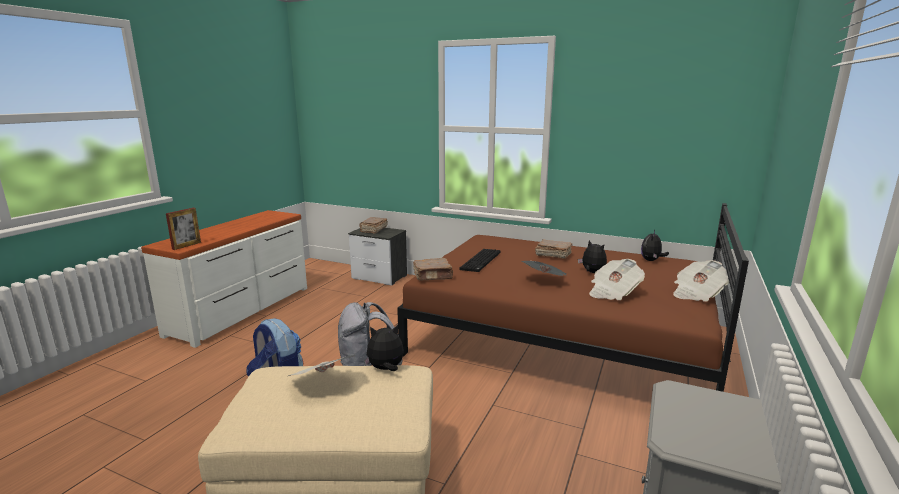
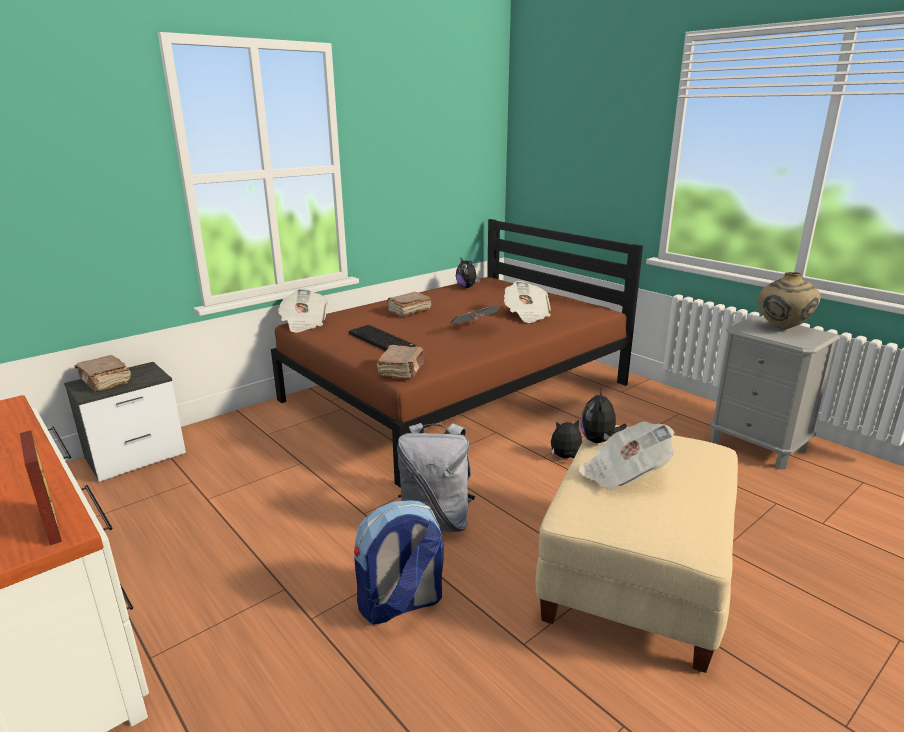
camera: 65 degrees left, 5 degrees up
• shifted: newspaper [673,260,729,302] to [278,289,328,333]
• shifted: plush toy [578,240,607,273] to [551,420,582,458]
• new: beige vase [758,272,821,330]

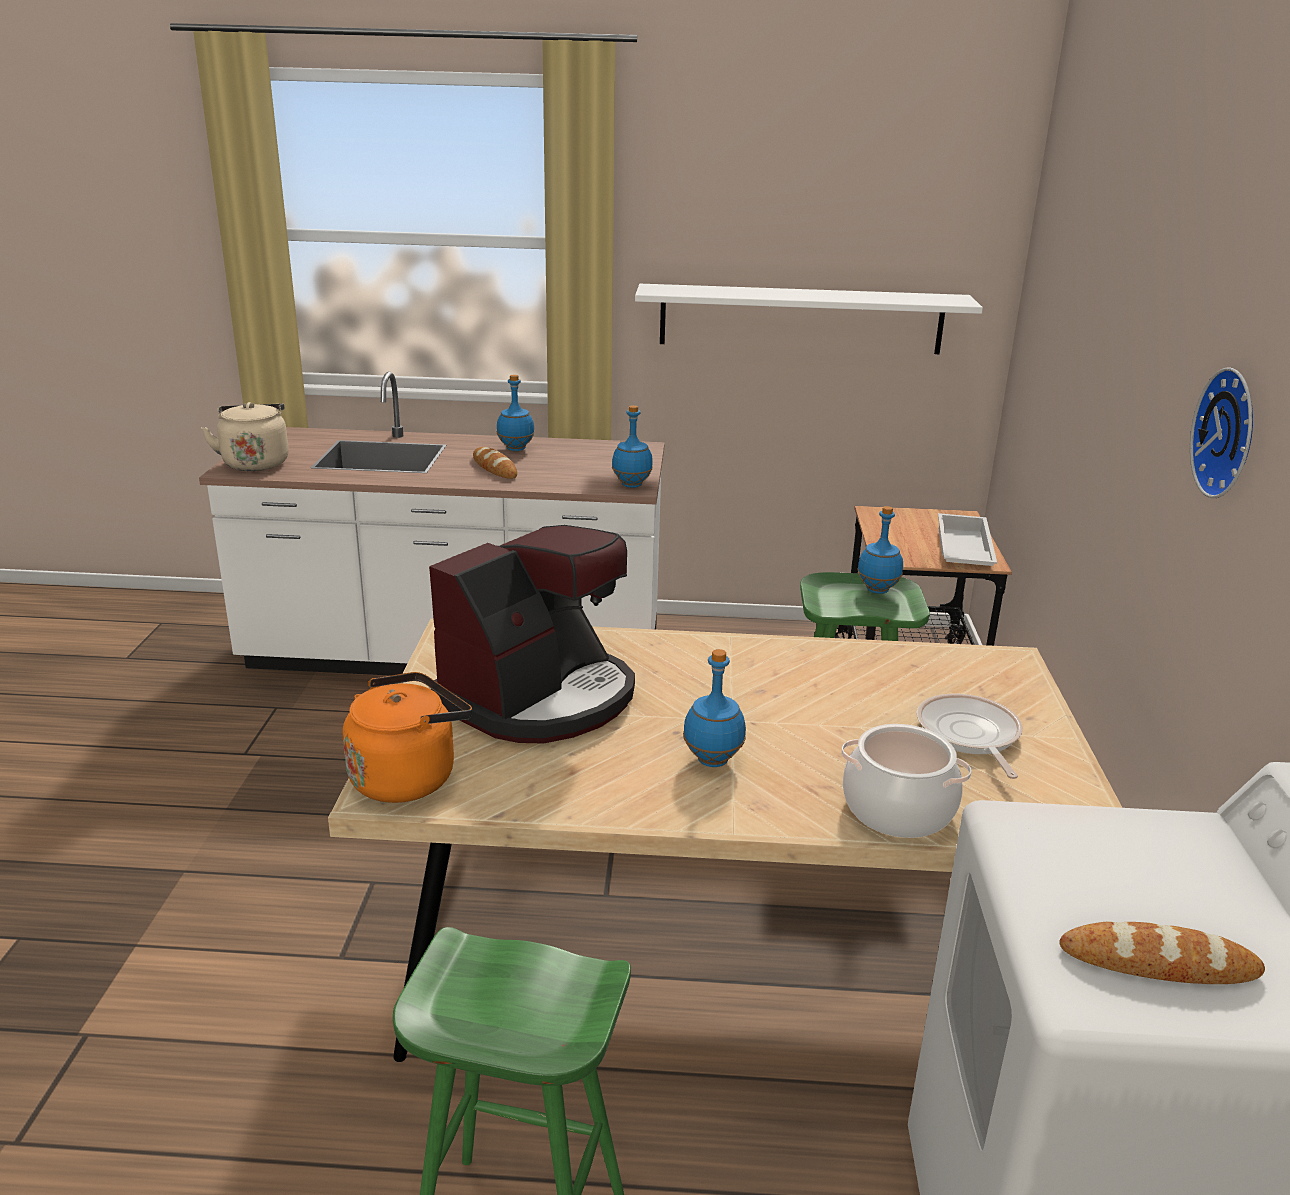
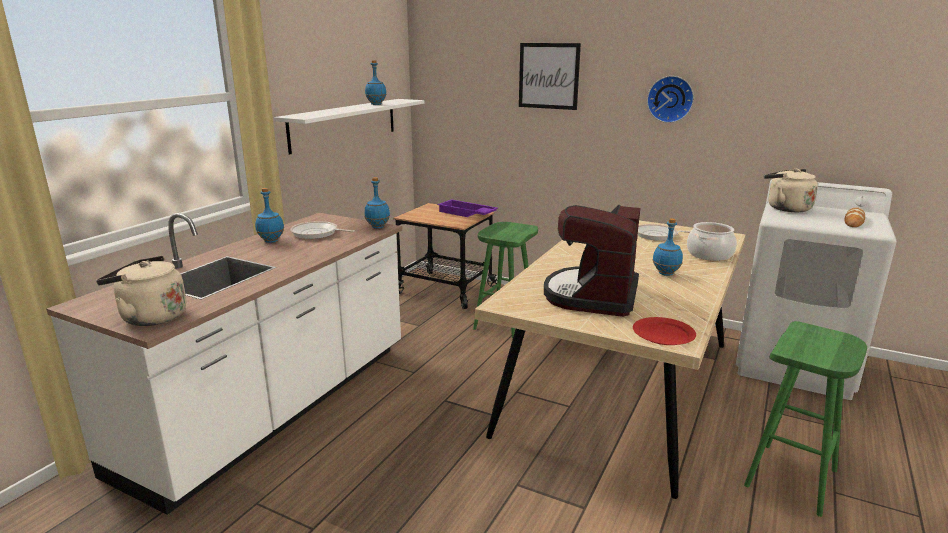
camera: 65 degrees left, 5 degrees down
• new: frying pan [290,221,355,239]
• shifted: blue bottle [857,506,903,594] to [365,60,387,105]
• repainted: white tray [938,513,997,566] to purple tray [437,199,498,217]
• new: picture [519,43,581,110]
• rotated: coffee machine [429,525,635,744] = [544,205,640,317] 135 degrees counterclockwise
• swapped: orange kettle [343,672,472,803] to red plate [633,317,696,345]
• new: beige kettle [764,169,818,212]
• gone: bread [473,447,517,479]

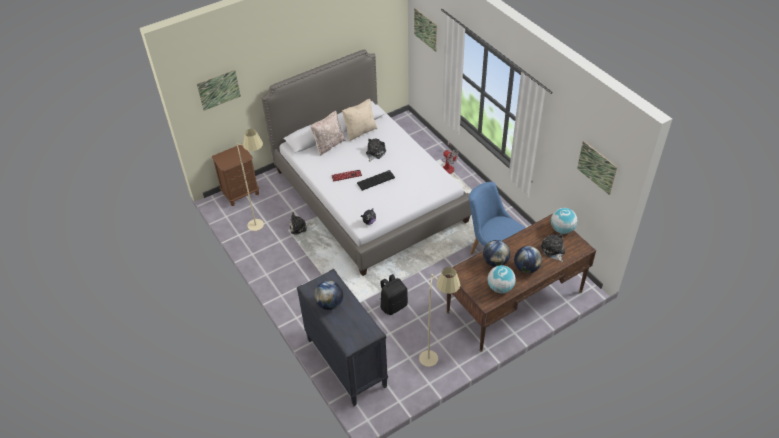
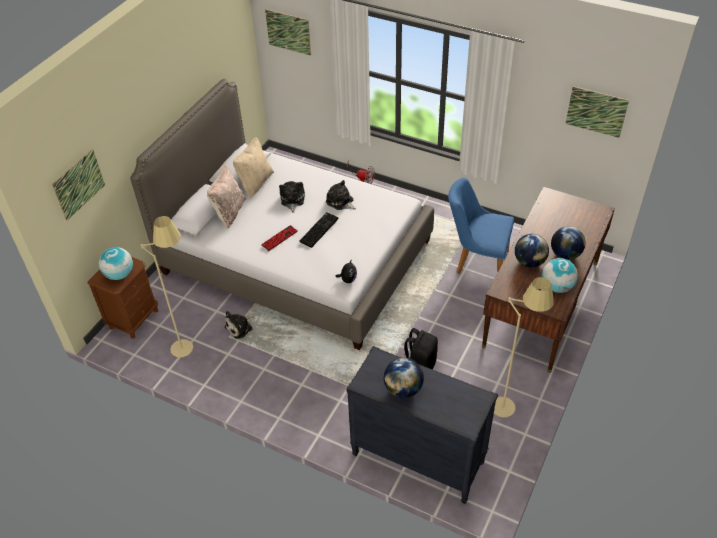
camera: 30 degrees left, 0 degrees up
• shifted: globe [551,208,578,234] to [99,247,133,280]
• shifted: plush toy [541,234,565,262] to [326,180,356,210]

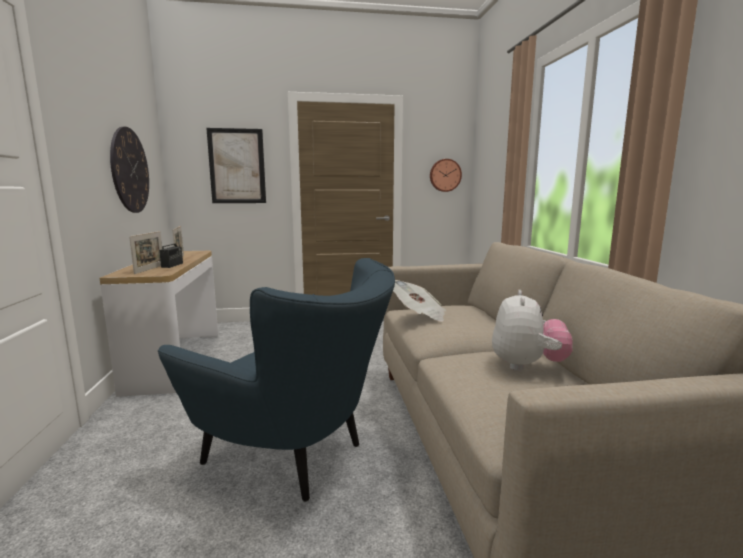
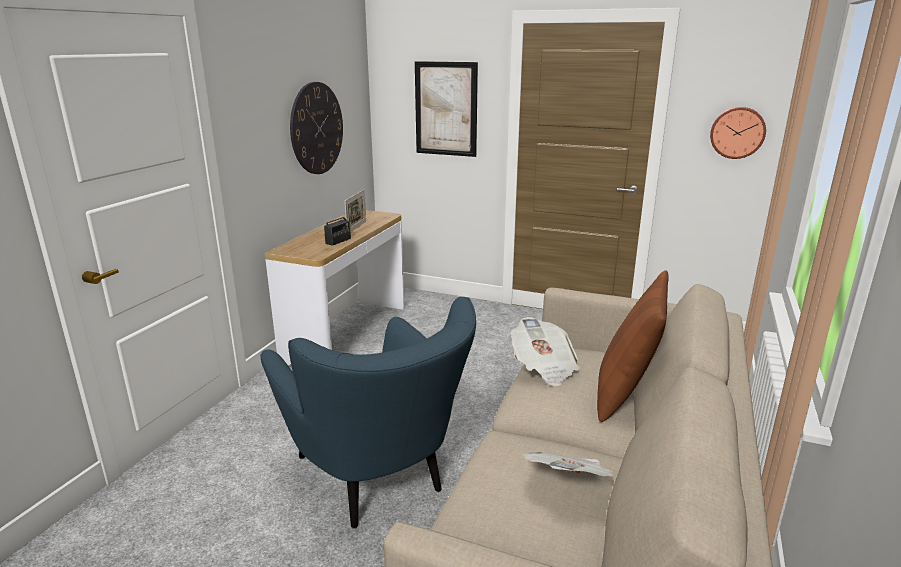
camera: 30 degrees right, 10 degrees up
• swapped: plush toy [492,290,573,371] to newspaper [522,452,616,477]
• new: brown pillow [597,270,668,422]
• gone: picture frame [129,231,162,274]

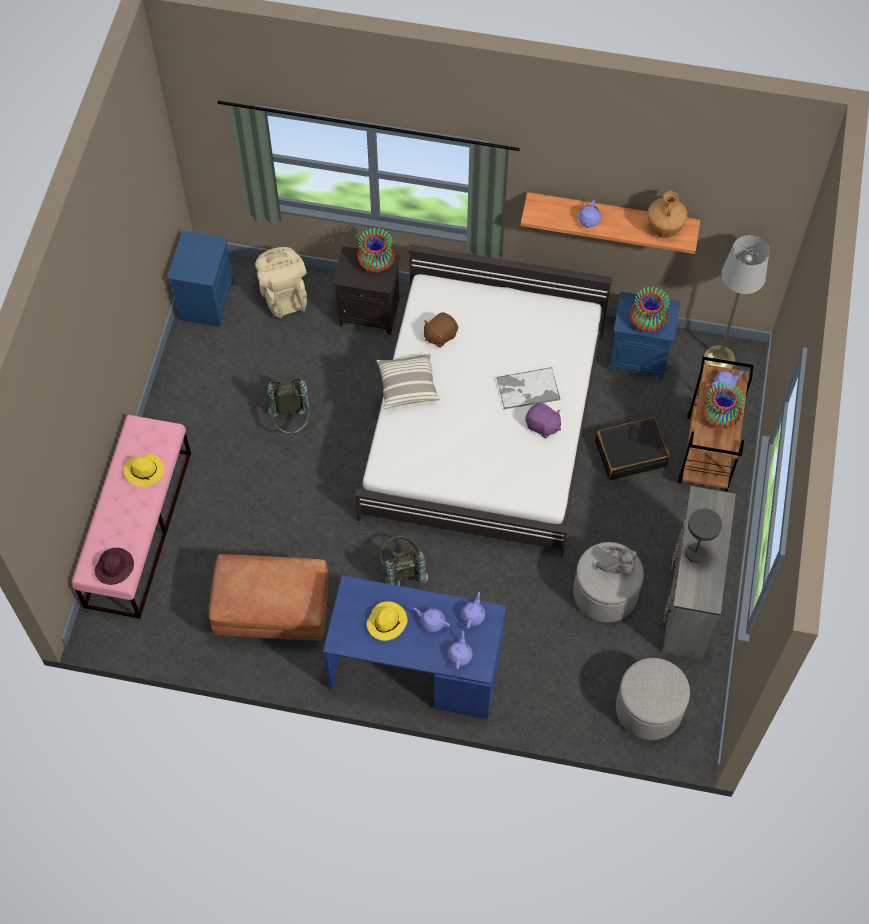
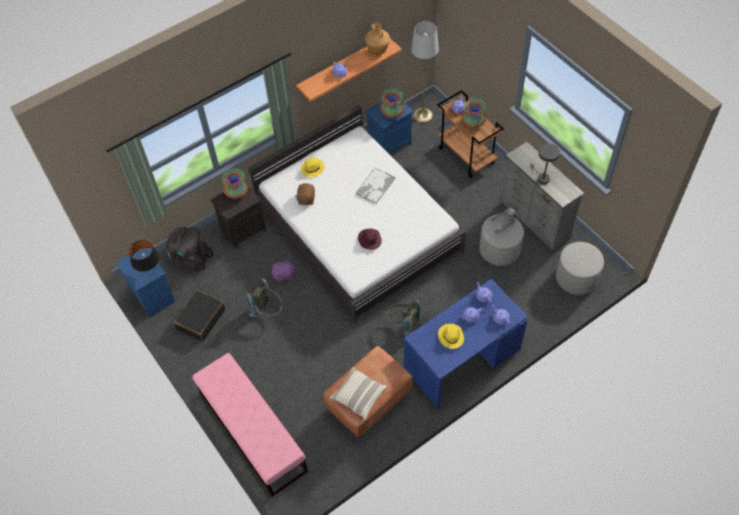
camera: 45 degrees left, 5 degrees down
• new: black table lamp [129,240,159,272]
• repainted: beige backpack [255,247,307,319] to black backpack [166,227,213,272]
• shifted: black suitcase [595,417,670,480] to [174,290,225,341]
• shifted: purple plush toy [525,402,561,438] to [272,260,296,282]
• shifted: yellow hat [124,454,164,487] to [300,158,324,177]
• shifted: pillow [377,353,440,409] to [330,367,387,420]
• shifted: purple hat [94,548,134,585] to [358,229,382,250]

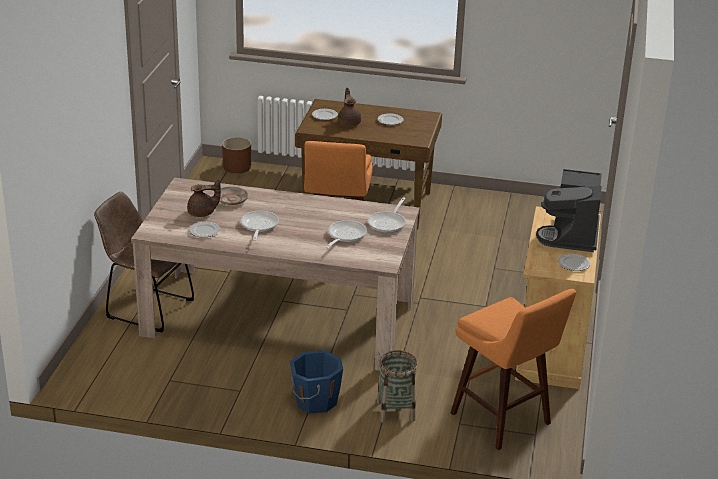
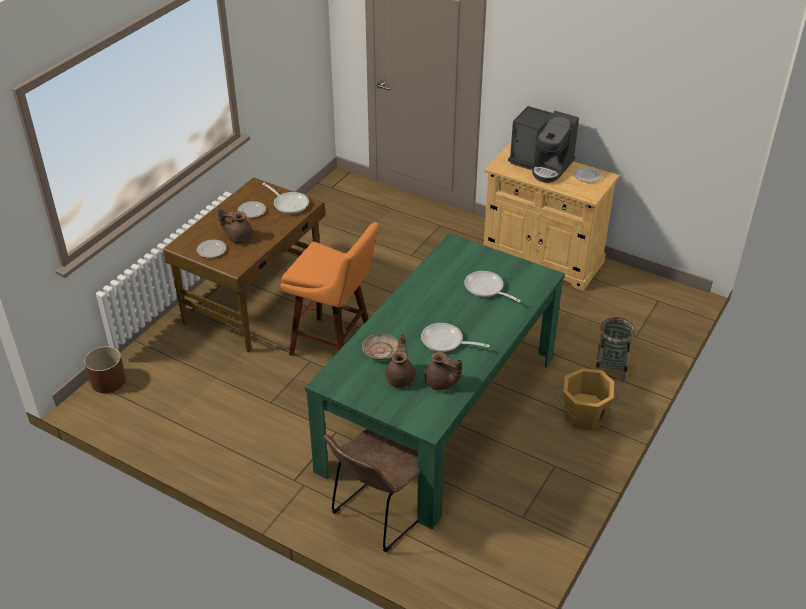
camera: 70 degrees left, 10 degrees up
• shifted: frying pan [368,197,406,233] to [262,183,309,214]
• repainted: beige dining table [131,177,420,371] to green dining table [305,233,565,530]
• swapped: plate [189,222,220,237] to brown teapot [425,352,462,390]
• repainted: blue bucket [290,350,343,413] to orange bucket [557,368,619,431]
• gone: orange stool [451,289,576,450]

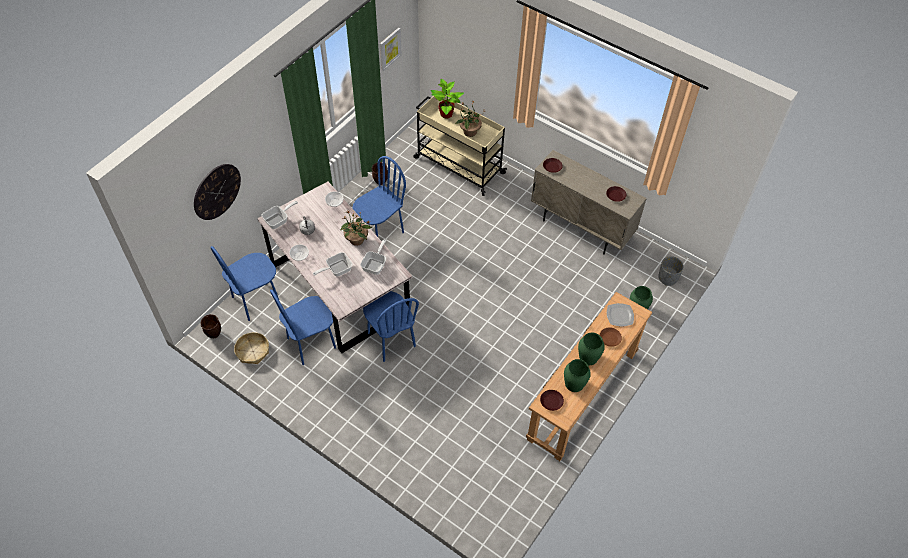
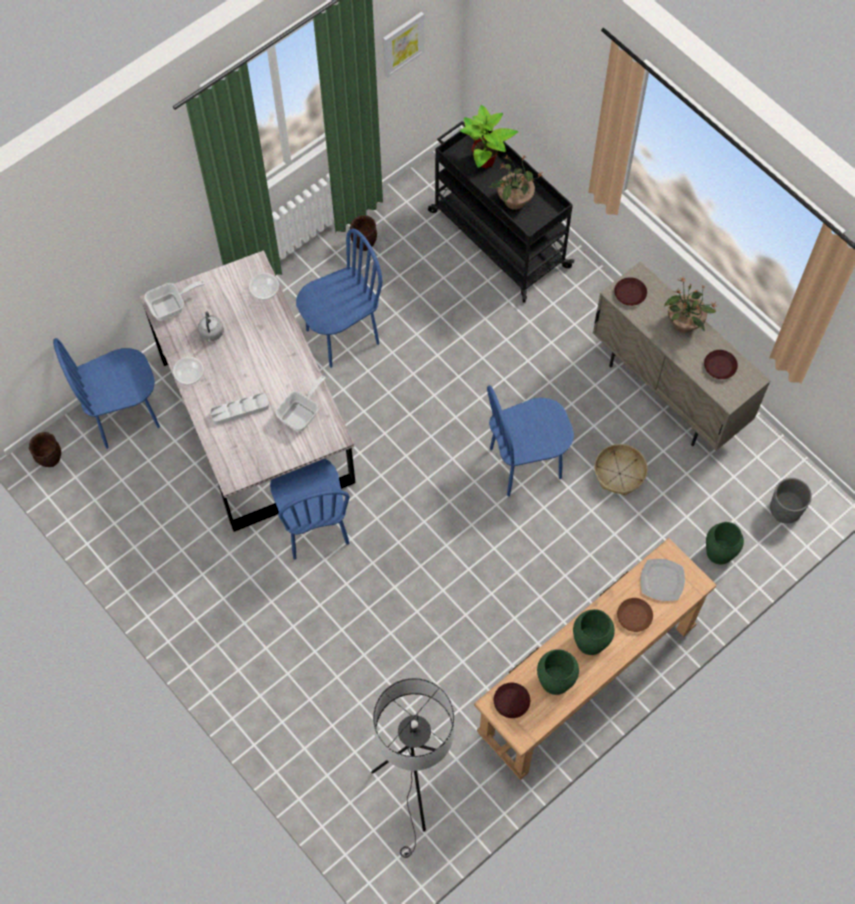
camera: 15 degrees right, 10 degrees up
• swapped: frying pan [313,252,352,276] to grey tray [210,393,269,425]
• new: grey floor lamp [371,678,455,858]
• repainted: beige cart [413,96,507,196] to black cart [428,121,574,303]
• shifted: blue chair [270,289,336,365] to [487,385,574,497]
• shifted: basket [234,332,269,364] to [595,444,648,496]
• shifted: potted plant [341,211,372,246] to [664,277,716,333]
• gone: wall clock [194,164,241,220]

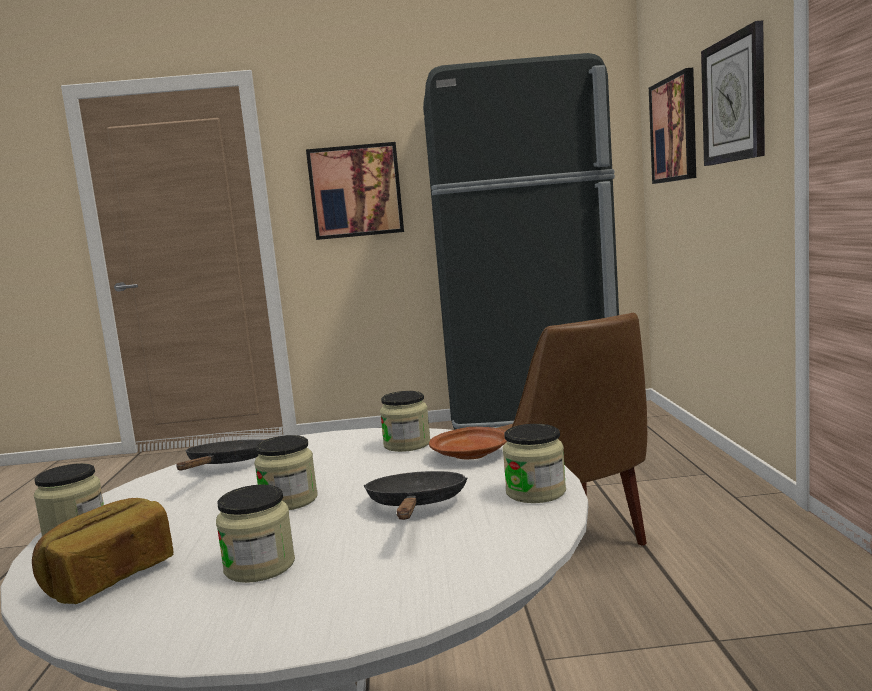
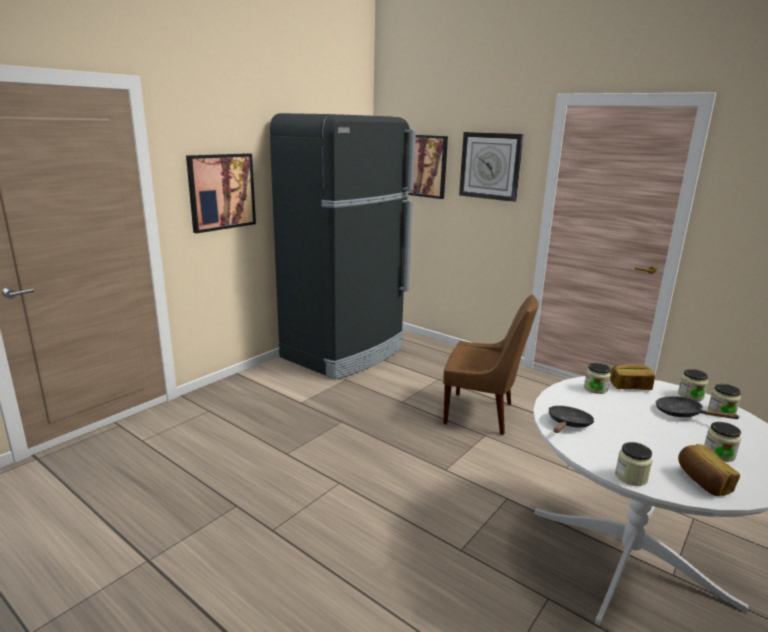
camera: 50 degrees left, 10 degrees up
• rotated: black frying pan [176,439,264,470] = [549,406,594,433] 75 degrees clockwise
• swapped: brown plate [429,427,507,459] to bread [610,364,655,390]
• shifted: jar [254,435,317,510] to [708,384,741,414]

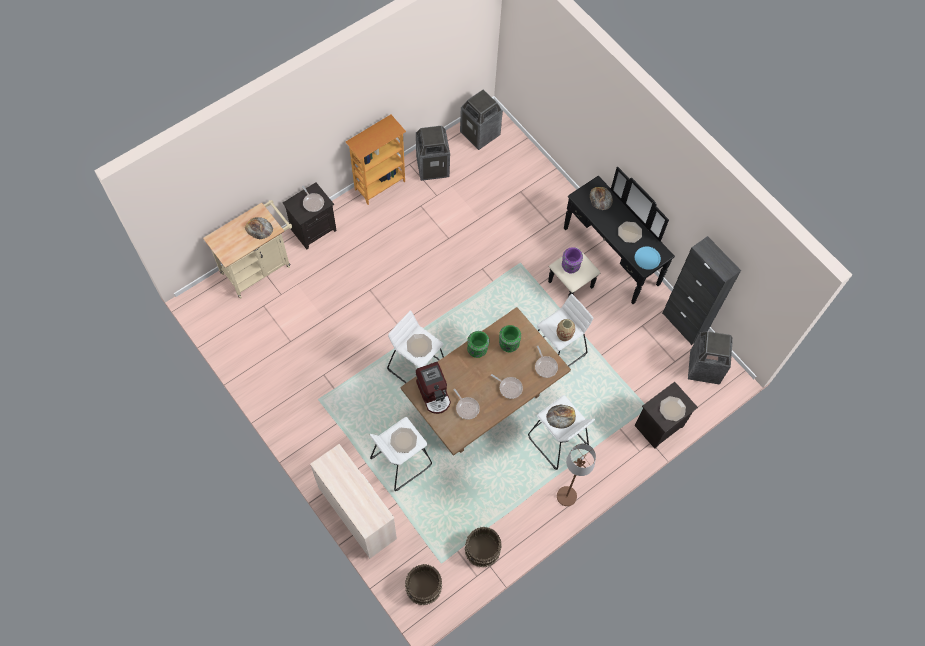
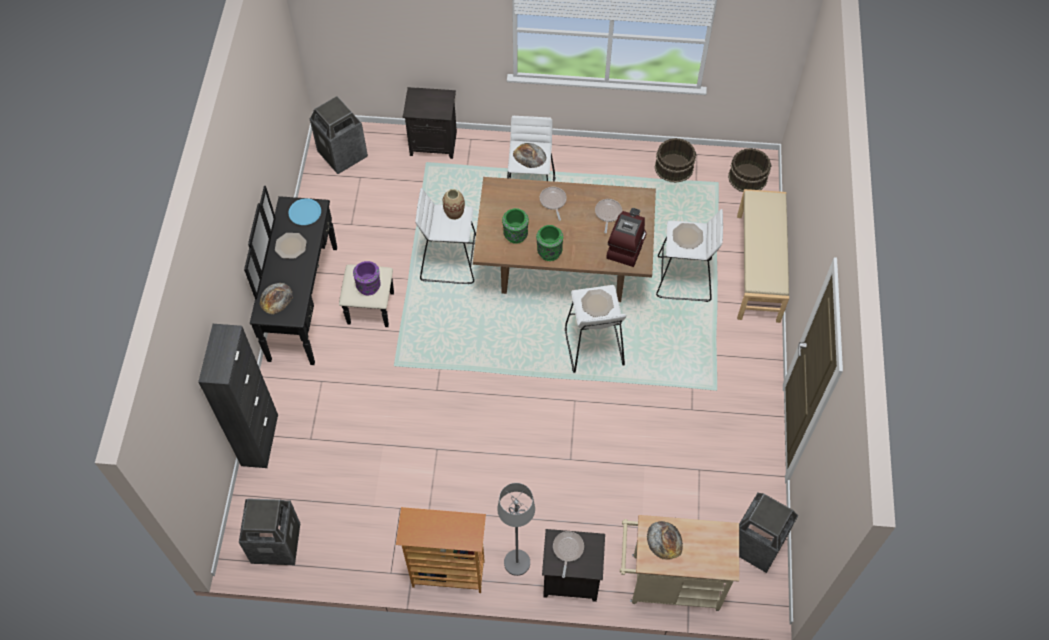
camera: 135 degrees left, 5 degrees down
• shifted: black cabinet [662,236,741,345] to [198,324,278,468]
• new: grey floor lamp [497,483,535,576]
• swapped: beige dresser [310,444,397,559] to beige bench [737,189,789,323]
• shifted: trash can [416,125,450,181] to [739,493,798,573]
• gone: frying pan [535,346,558,378]
• gone: brown floor lamp [557,444,596,506]
• gone: plate [660,396,686,421]

